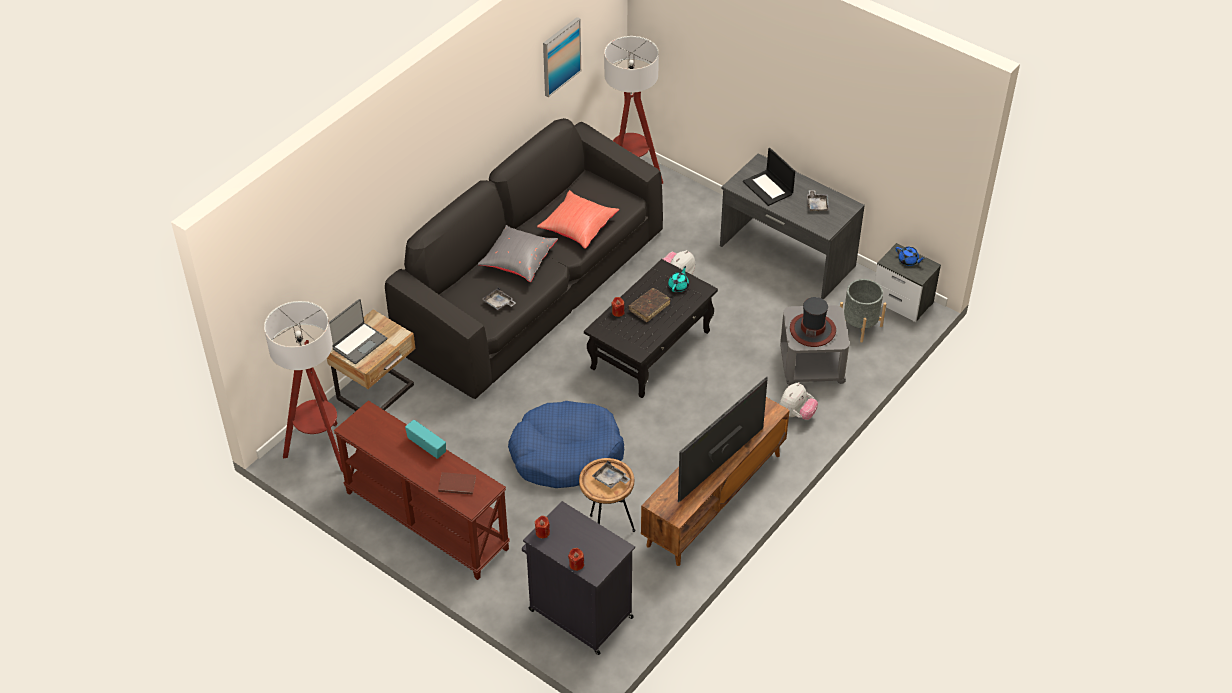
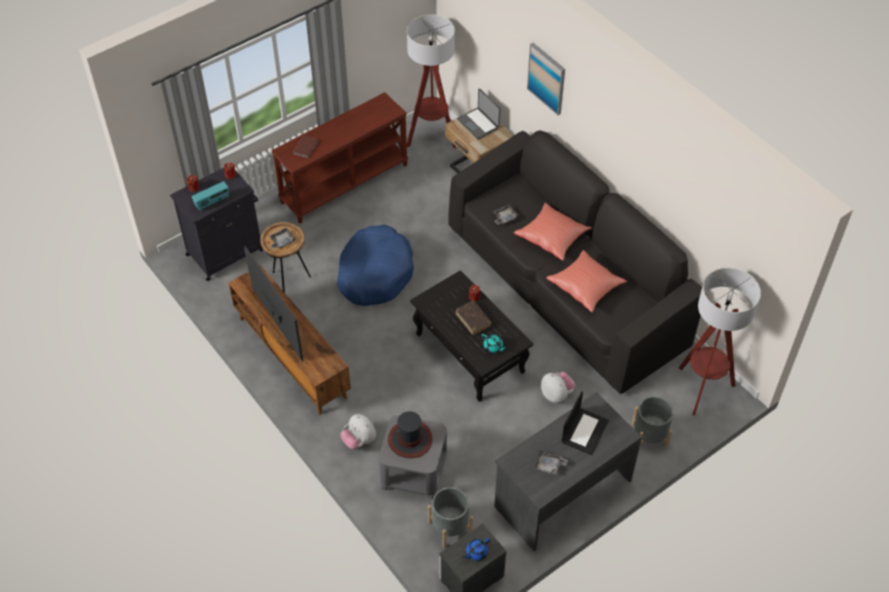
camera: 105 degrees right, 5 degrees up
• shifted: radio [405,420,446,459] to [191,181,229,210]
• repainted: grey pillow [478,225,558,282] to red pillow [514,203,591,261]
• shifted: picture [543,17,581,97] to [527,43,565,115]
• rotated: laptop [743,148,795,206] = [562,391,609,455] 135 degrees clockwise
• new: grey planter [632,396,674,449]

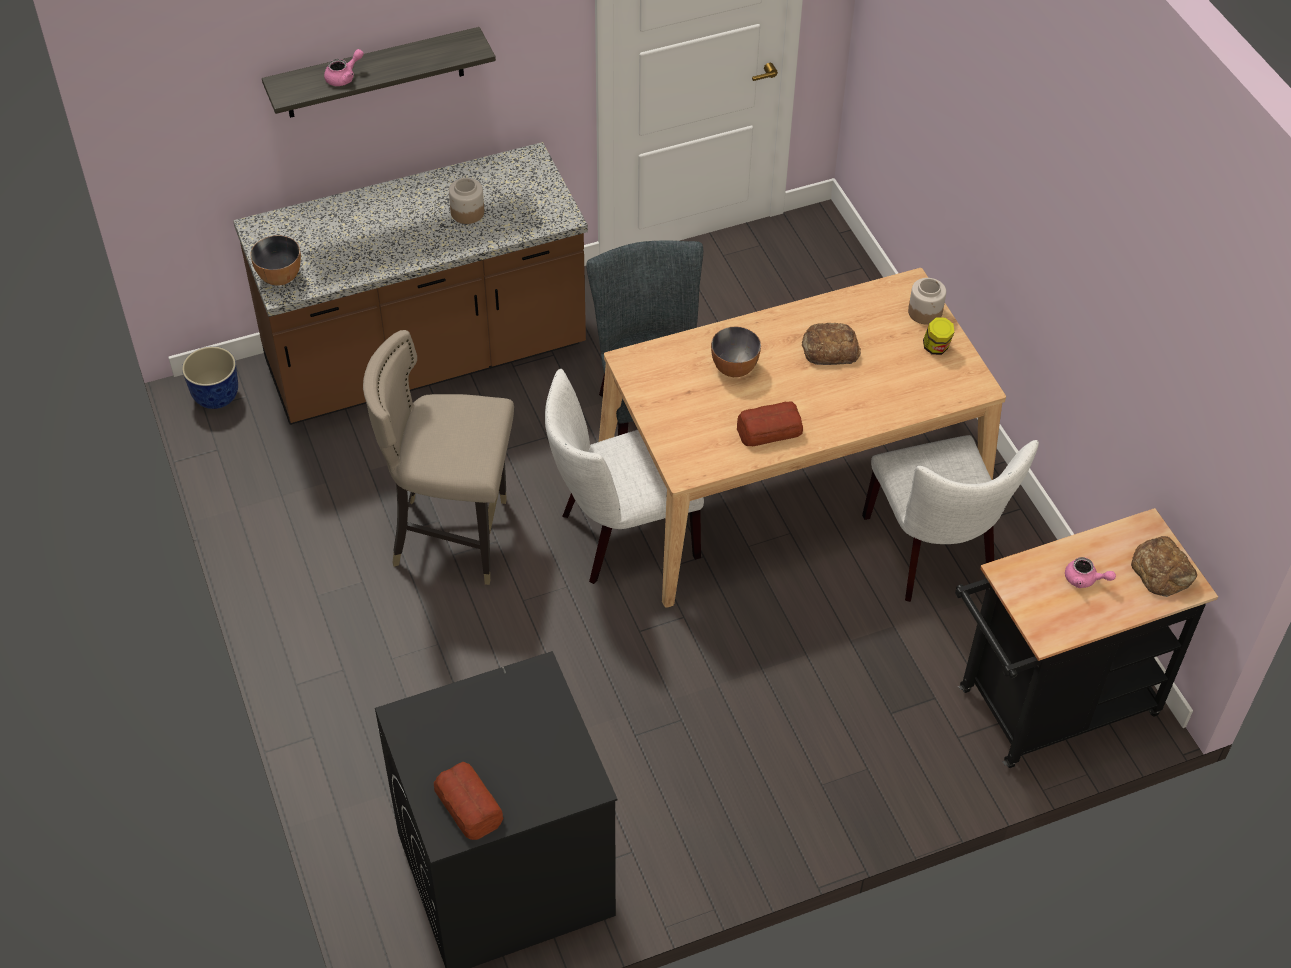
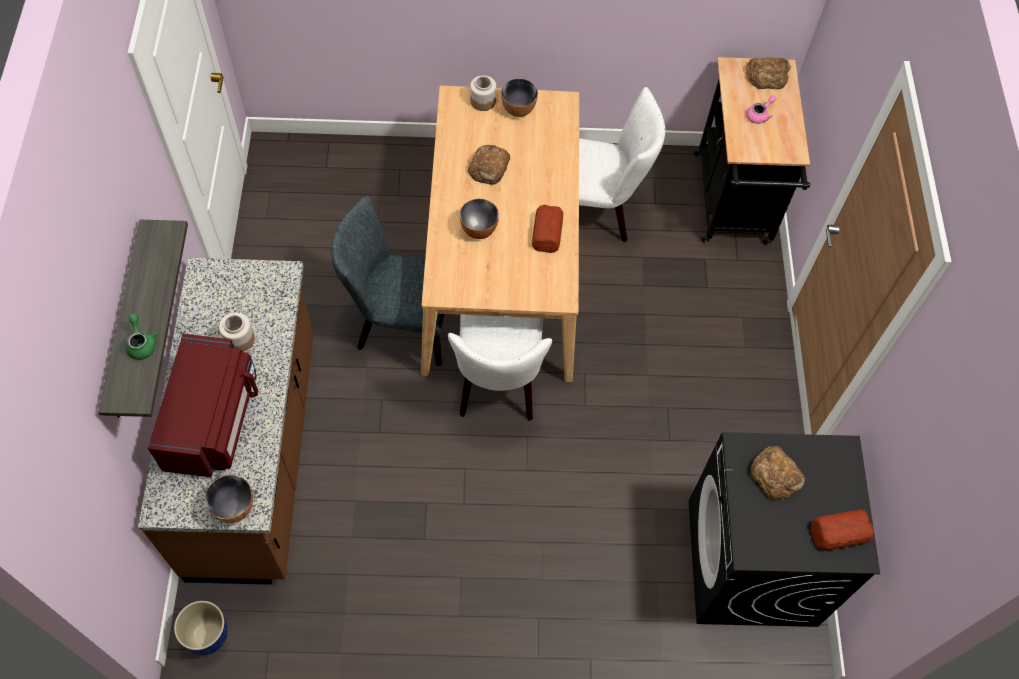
camera: 70 degrees left, 10 degrees up
• repainted: pink teapot [324,49,364,86] to green teapot [125,314,158,360]
• new: red microwave [148,334,259,478]
• swapped: jar [923,317,954,355] to bowl [501,79,538,117]
• new: bread [751,446,805,500]
• gone: beige stool [363,330,514,585]

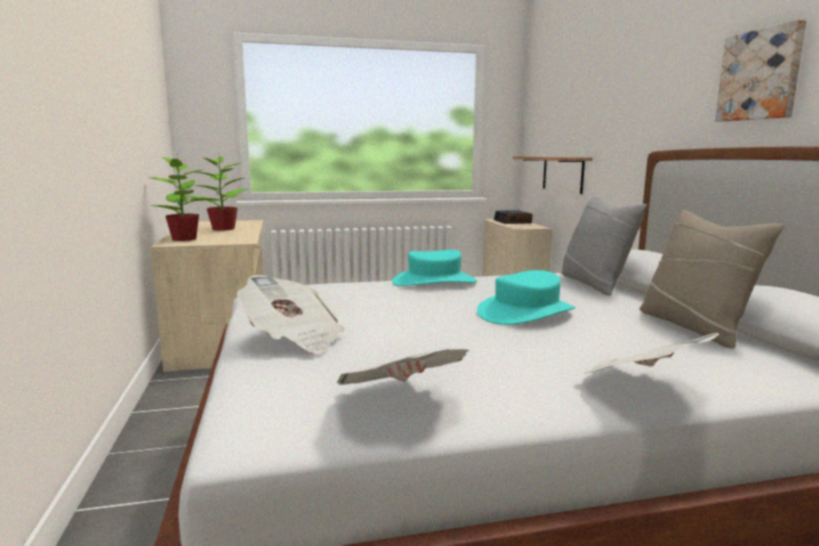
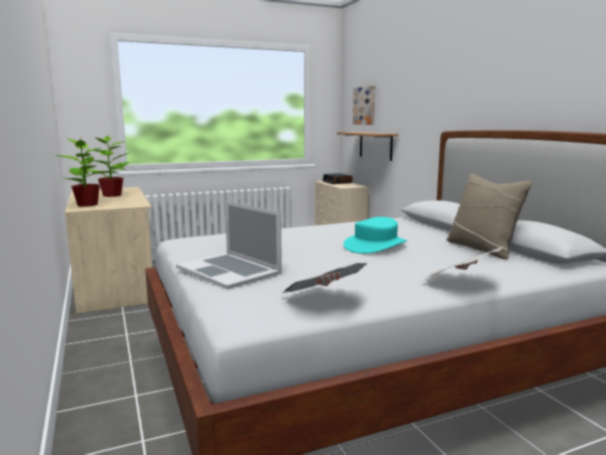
camera: 10 degrees left, 0 degrees up
• swapped: newspaper [237,275,345,354] to laptop [176,201,282,290]
• shifted: picture [715,20,806,122] to [353,86,375,125]
• gone: turquoise hat [392,250,477,286]
• gone: grey pillow [561,196,647,296]

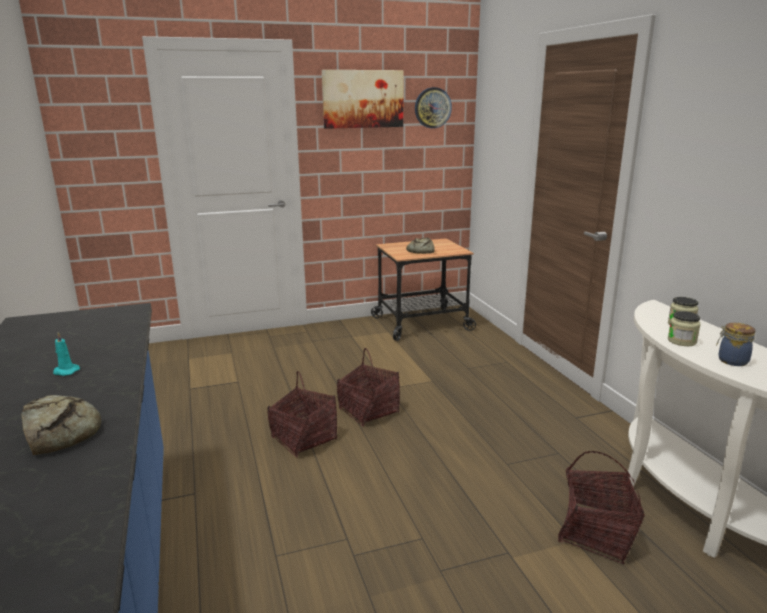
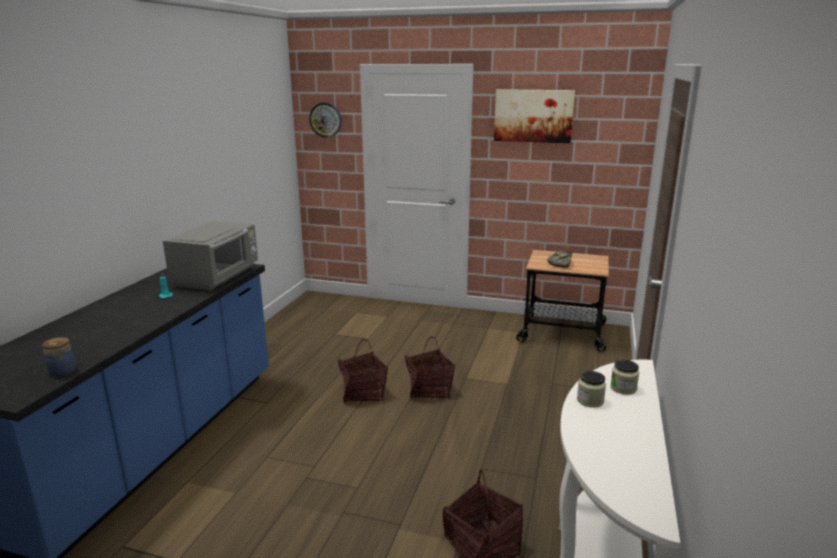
camera: 35 degrees right, 0 degrees up
• shifted: jar [716,323,756,366] to [42,337,76,377]
• new: grey microwave [163,221,258,291]
• shifted: wall clock [415,87,452,128] to [309,103,341,138]
• gone: bread [21,395,101,455]

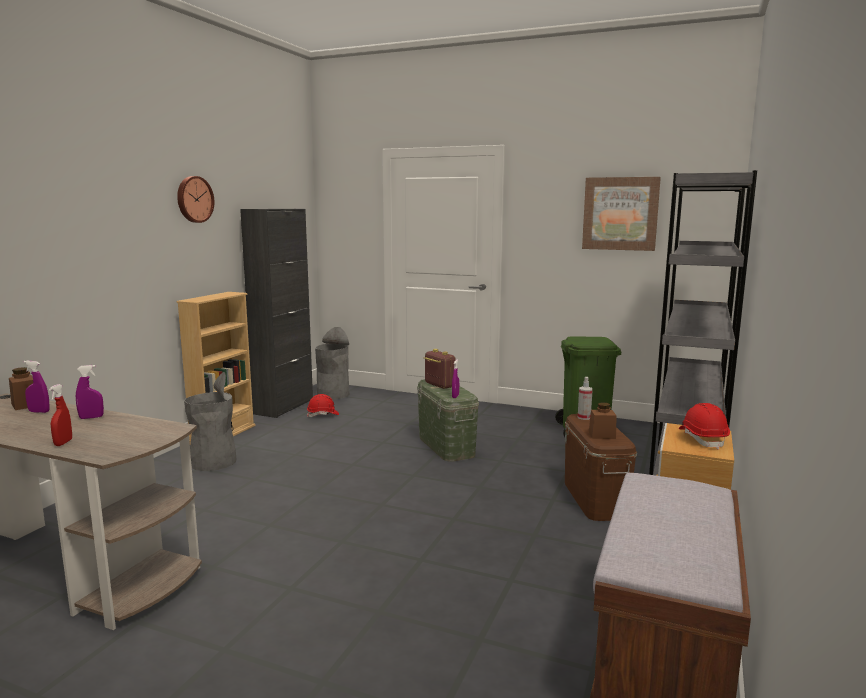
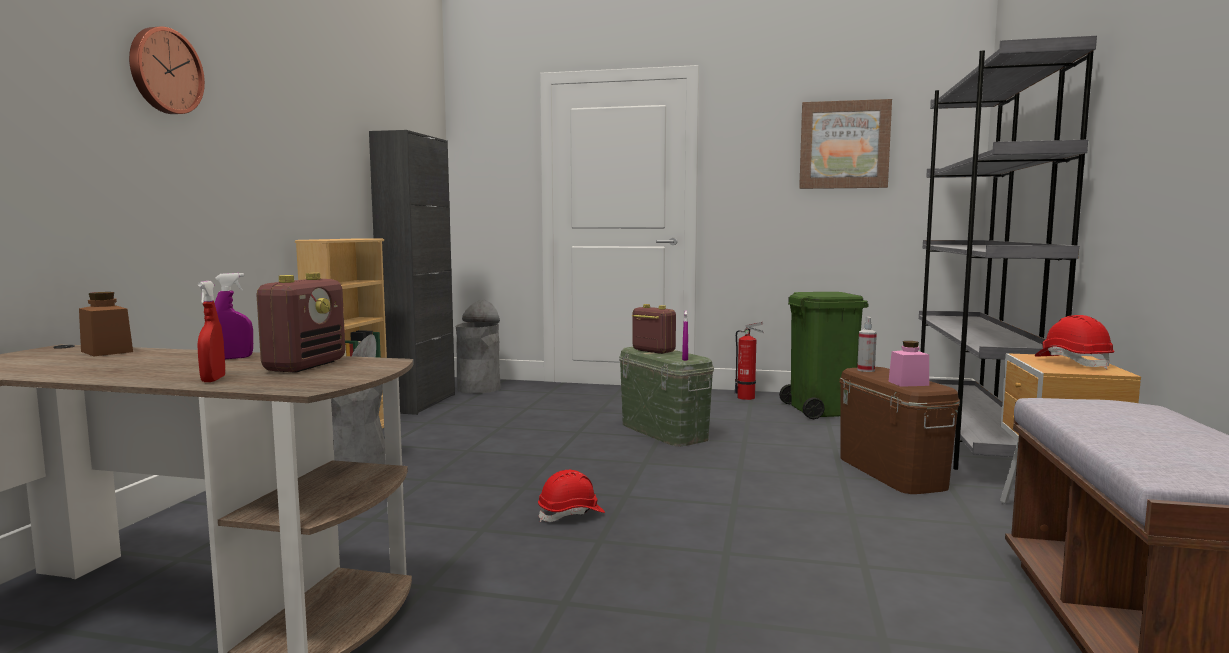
camera: 10 degrees left, 5 degrees down
• shifted: wall clock [177,176,214,223] to [129,27,205,114]
• new: radio [256,273,345,373]
• shifted: red hard hat [307,394,339,417] to [538,470,605,522]
• new: fire extinguisher [735,322,764,400]
• repainted: brown jar [589,402,616,439] to pink jar [889,341,929,387]
• gone: purple spray bottle [24,361,50,413]

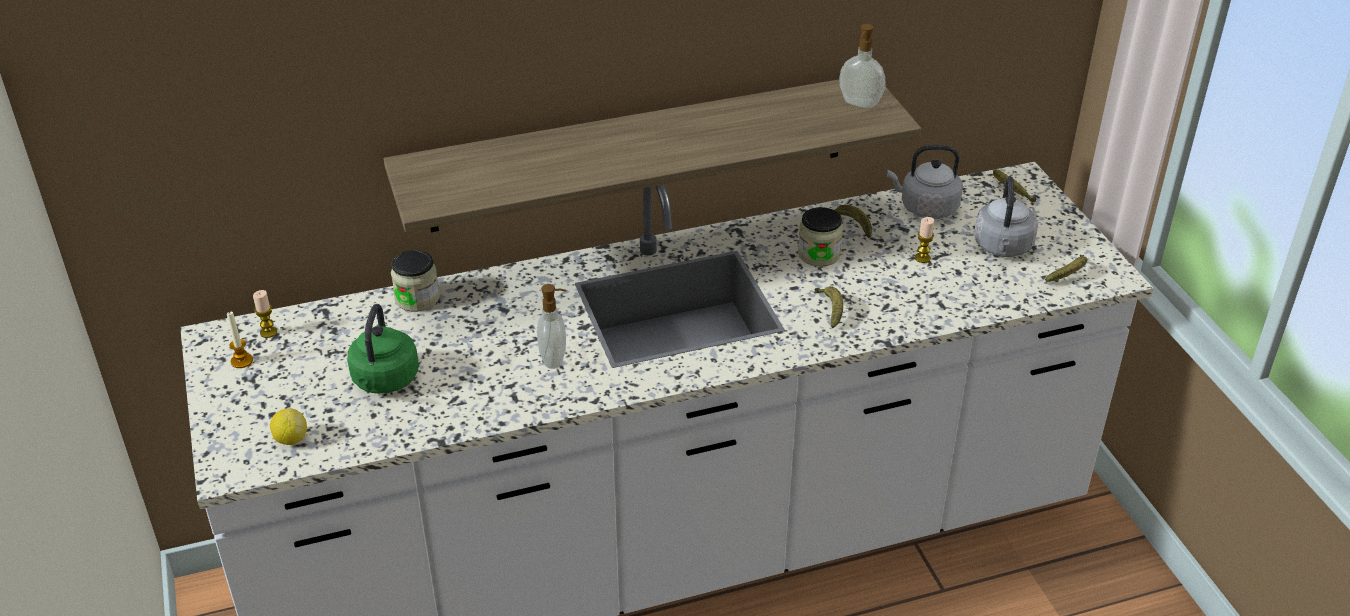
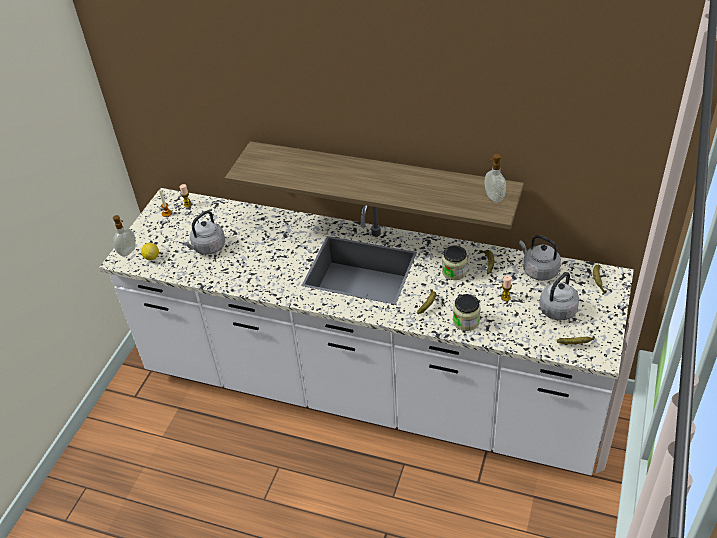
camera: 40 degrees right, 5 degrees up
• shifted: soap dispenser [537,284,566,369] to [113,215,136,257]
• repainted: green kettle [347,304,419,394] to grey kettle [182,211,225,255]
• shifted: jar [391,250,440,312] to [453,294,480,331]

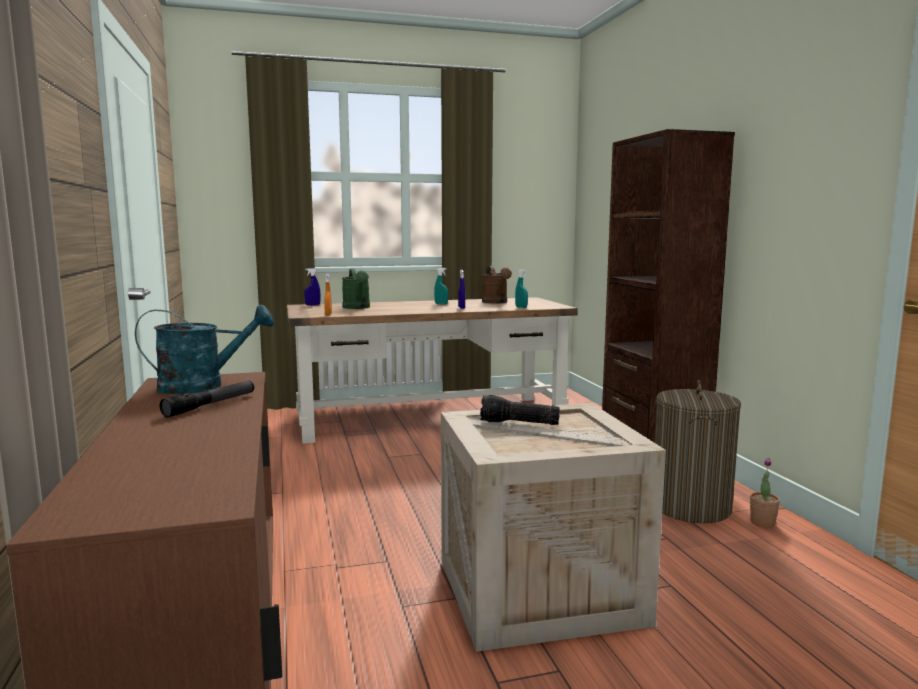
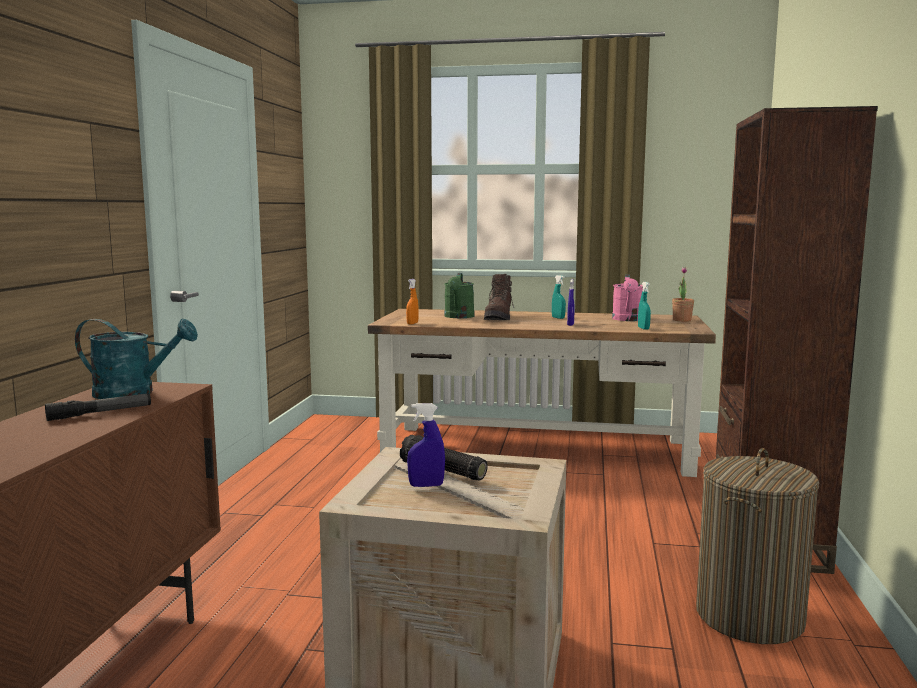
camera: 25 degrees right, 0 degrees up
• shifted: blue spray bottle [305,268,320,306] to [407,403,445,487]
• new: brown boot [484,274,514,320]
• repainted: brown watering can [482,266,512,303] to pink watering can [612,275,643,321]
• shifted: potted plant [750,458,780,528] to [672,267,694,322]

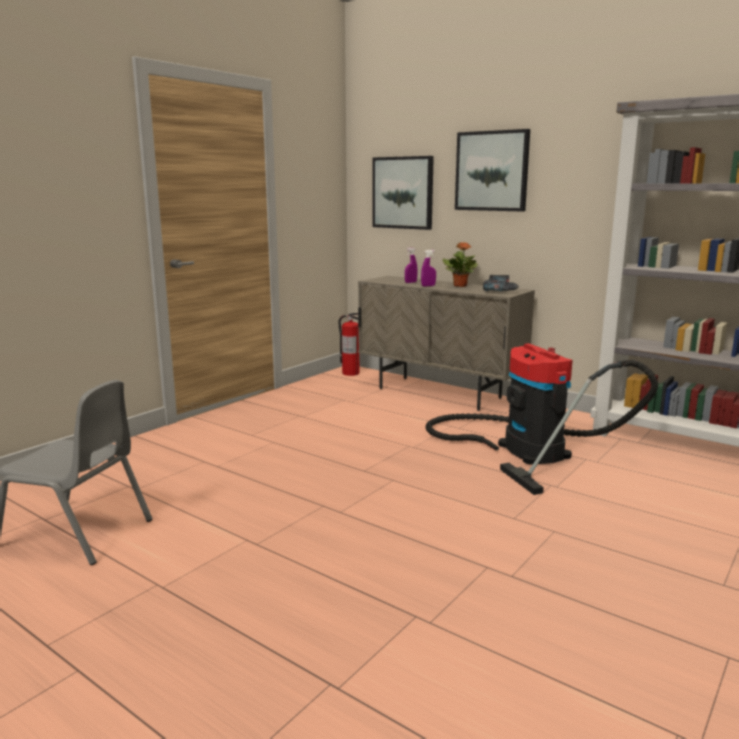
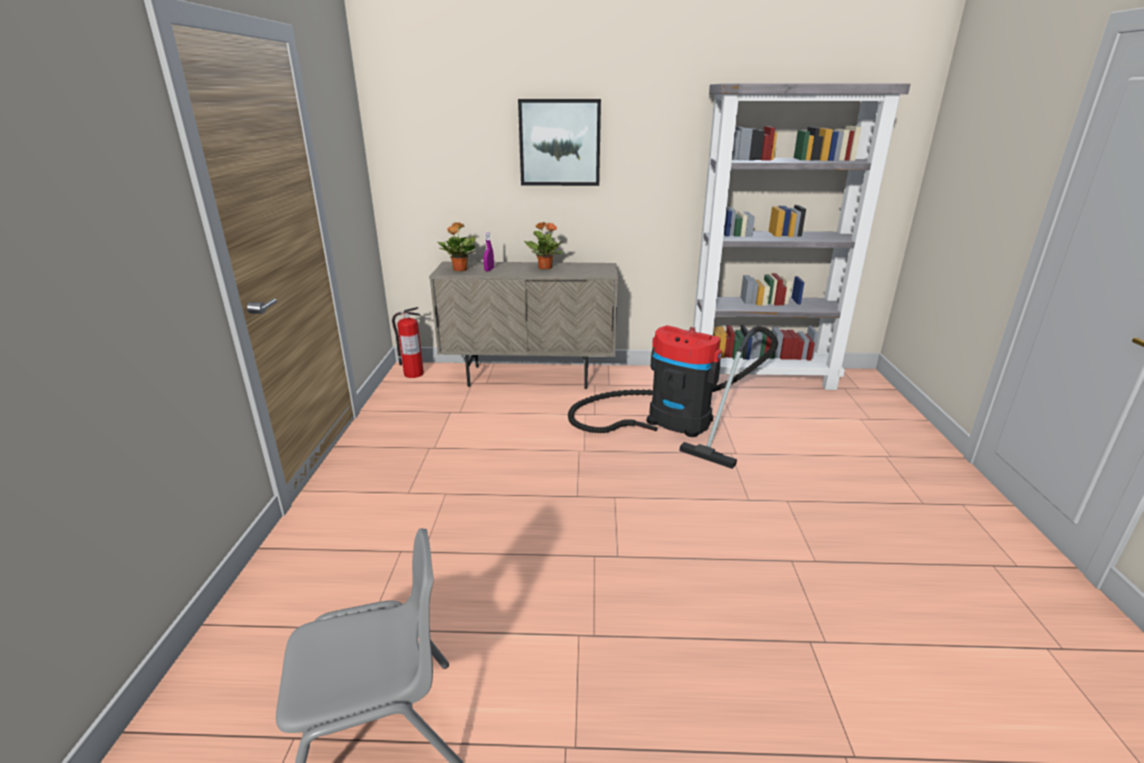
camera: 35 degrees left, 10 degrees up
• new: potted plant [437,222,476,271]
• gone: picture [372,156,434,230]
• gone: purple spray bottle [421,250,436,287]
• gone: power drill [483,275,519,291]

